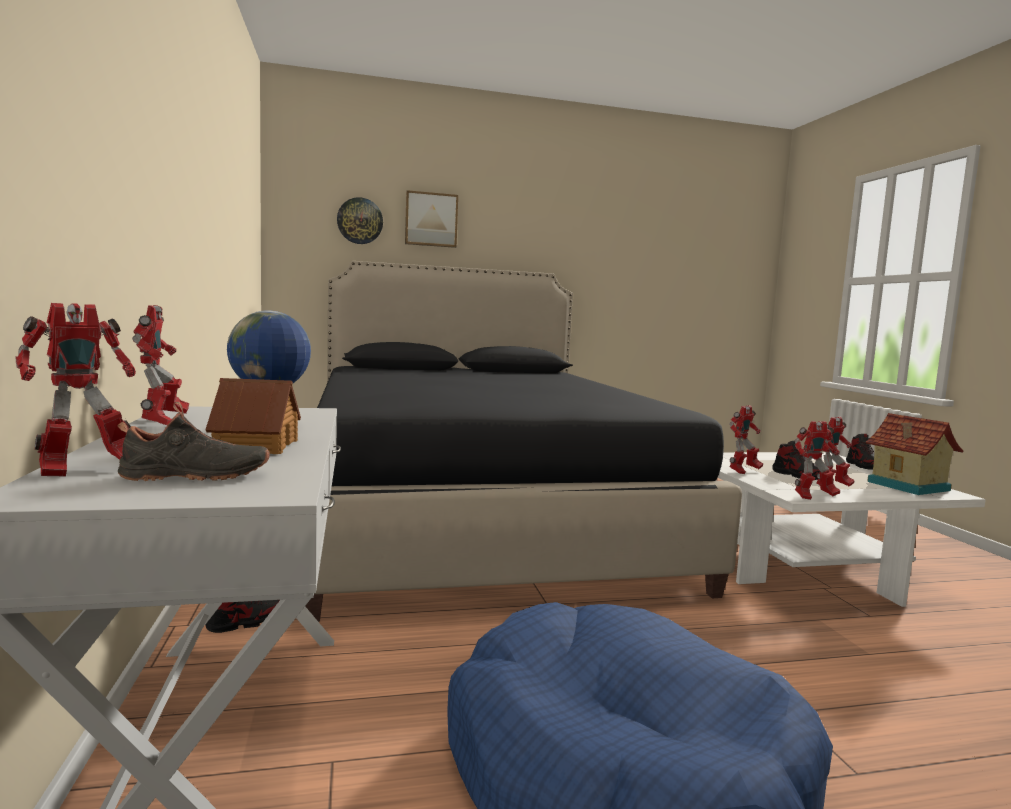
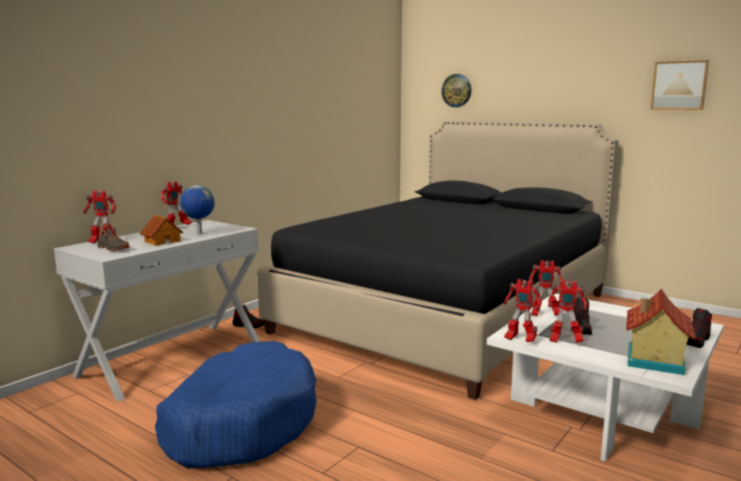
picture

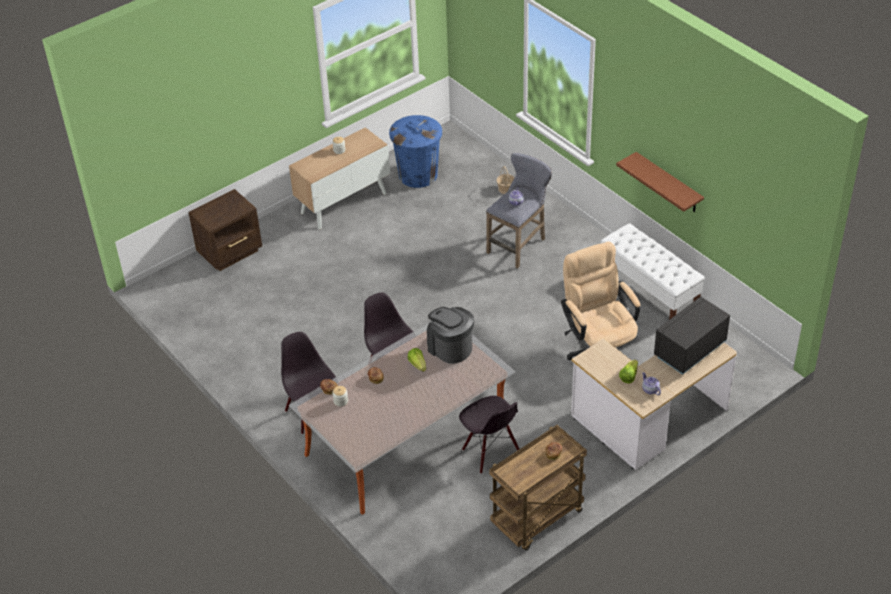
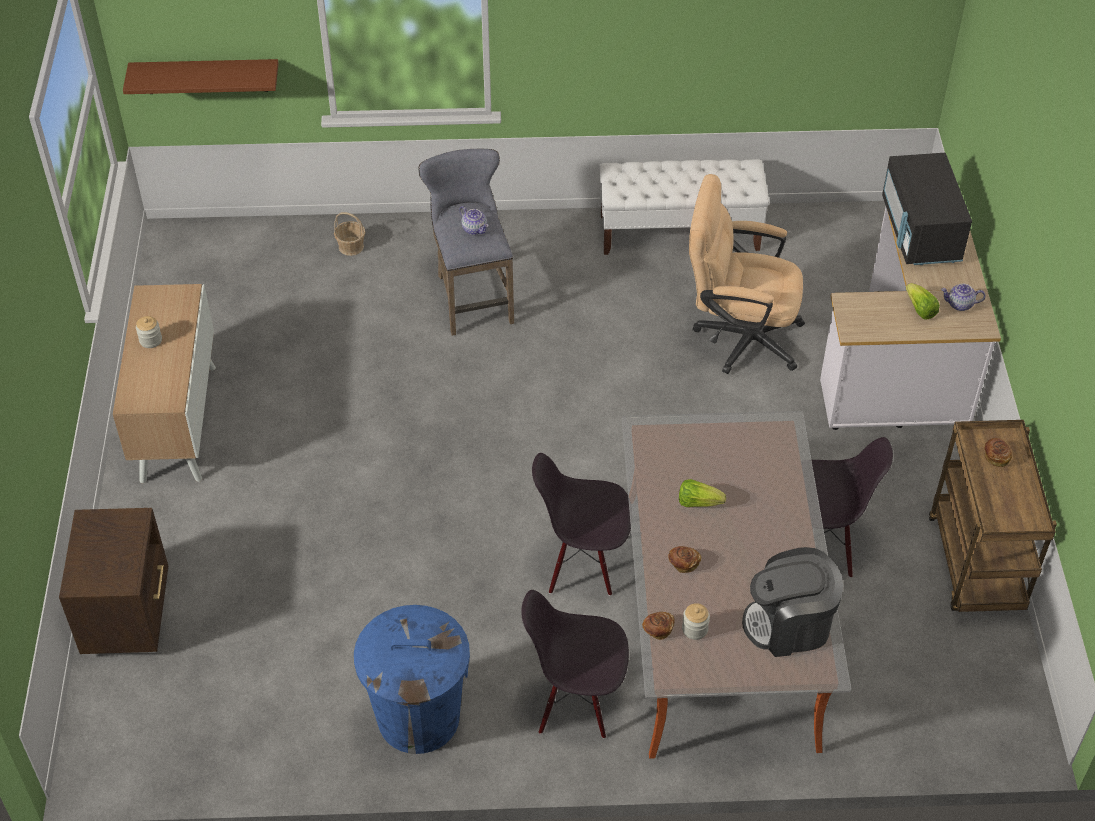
trash can/bluish; coffee maker; wall shelf/brown

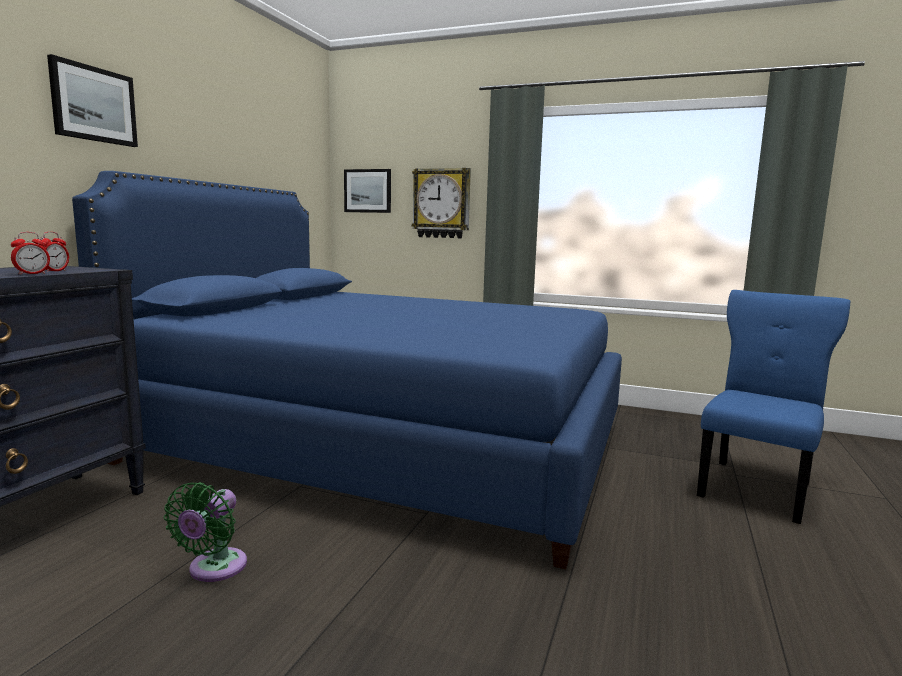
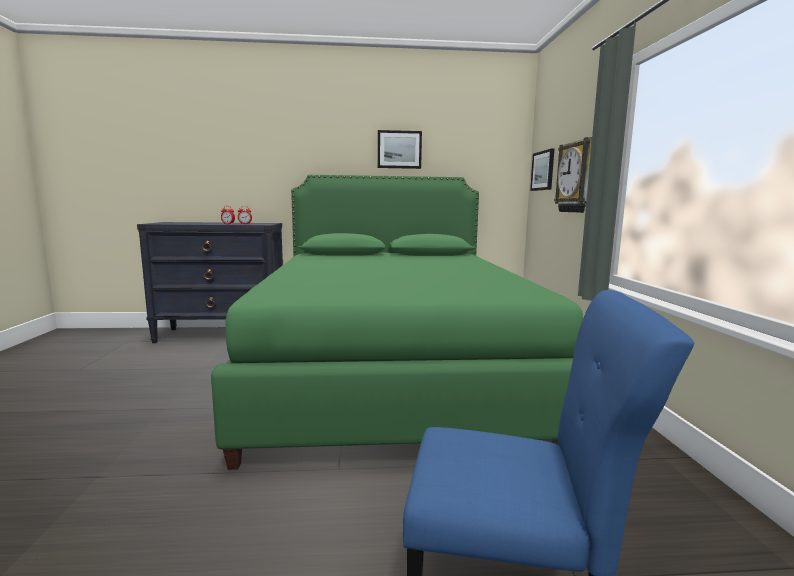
fan/green; picture (1st from left); sleeping bed/green

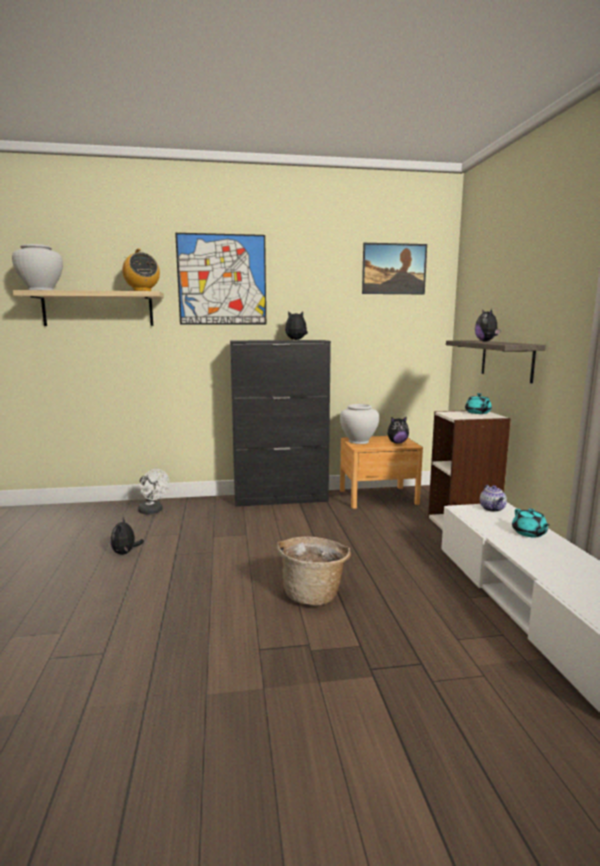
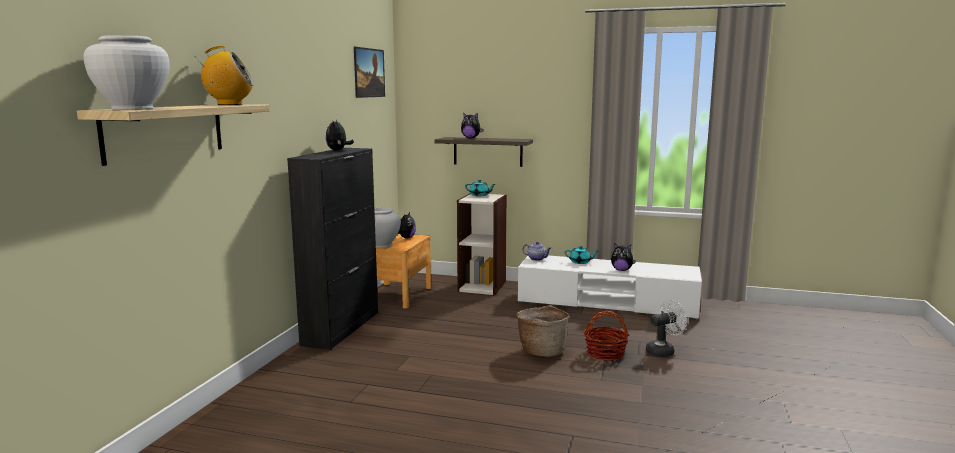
picture (1st from left in the first image); storage basket (2nd from left); soft toy (4th from left); fan/white

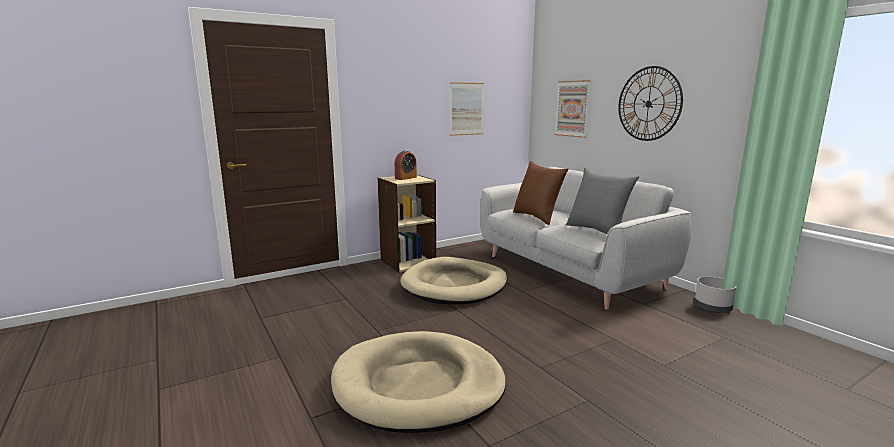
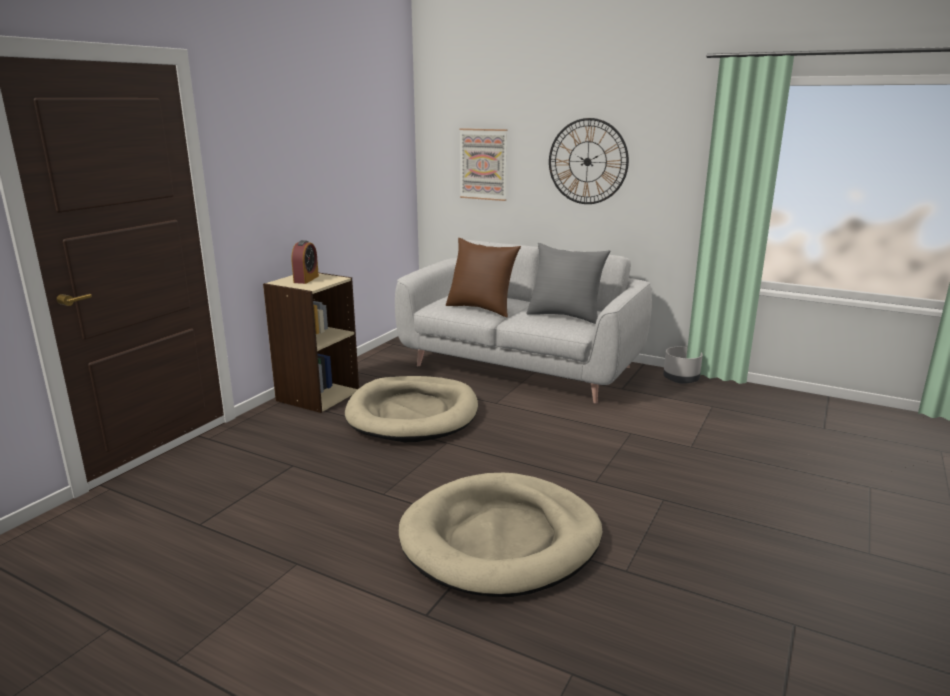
picture (1st from left in the first image)

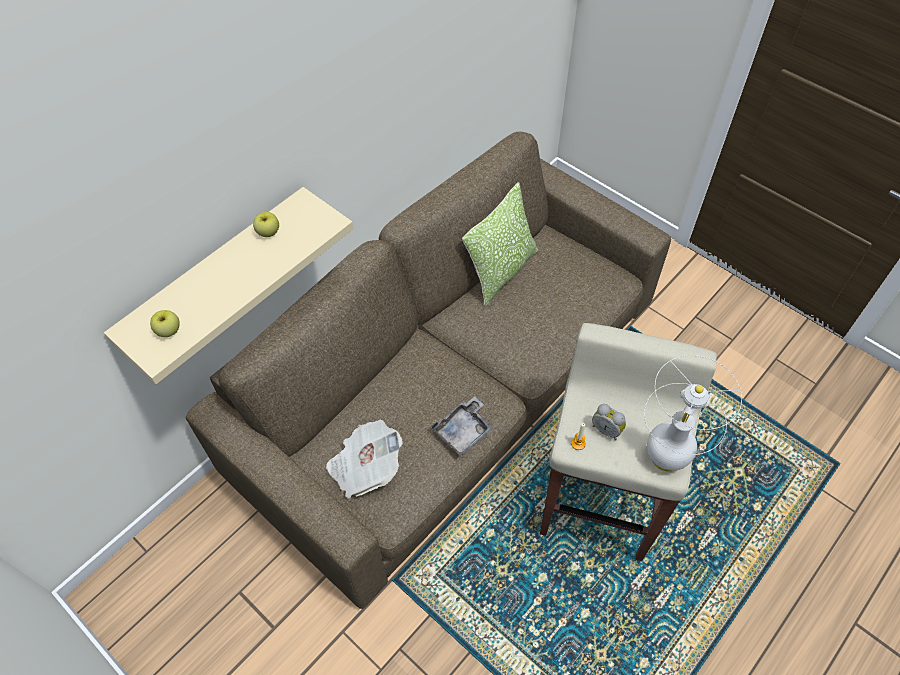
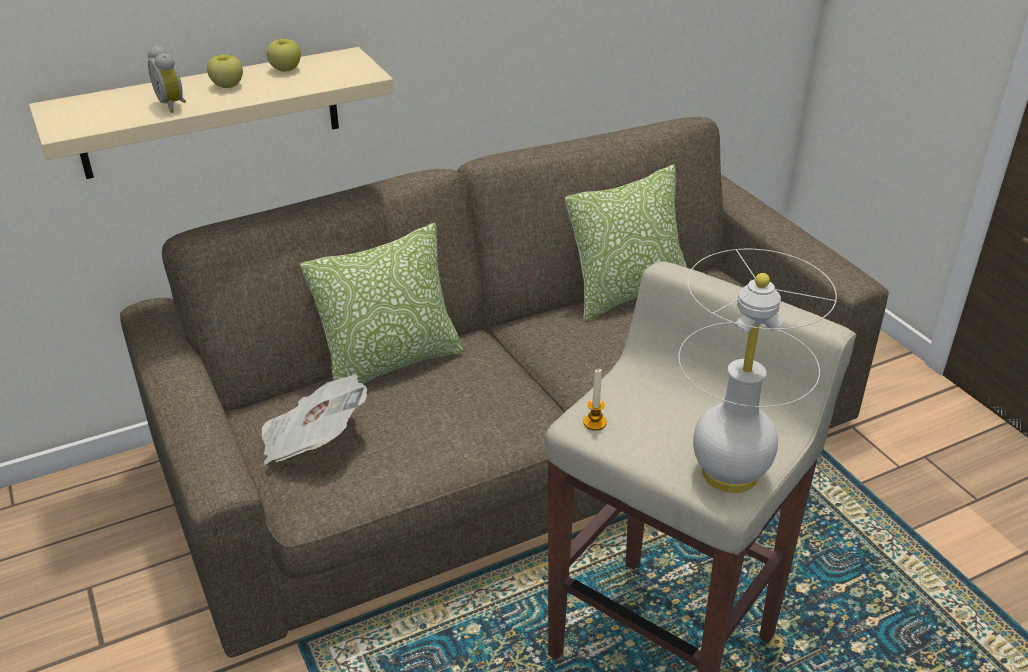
carrying tray/gray; throw pillow (1st from left); whole apple (1st from left); table clock

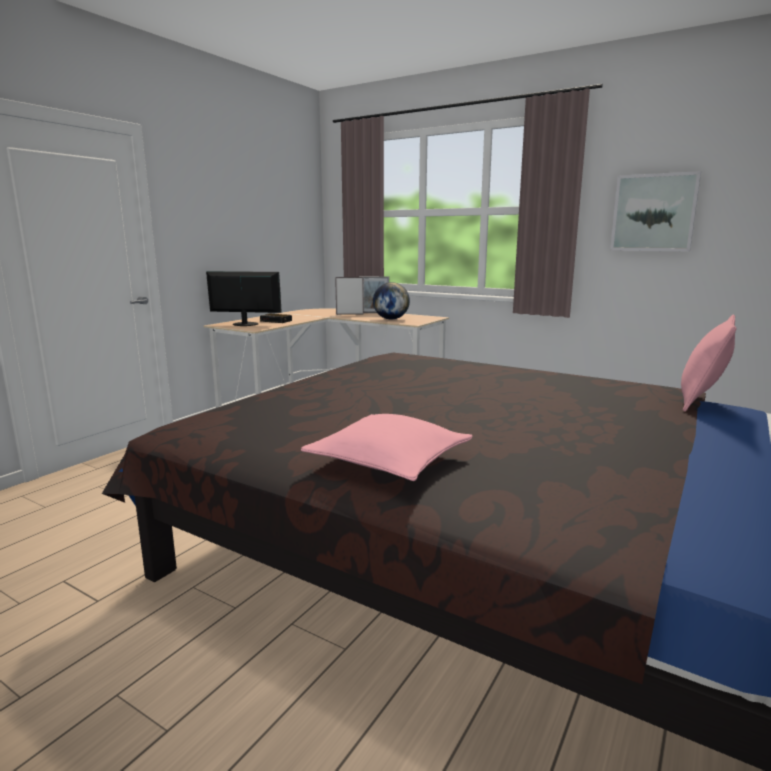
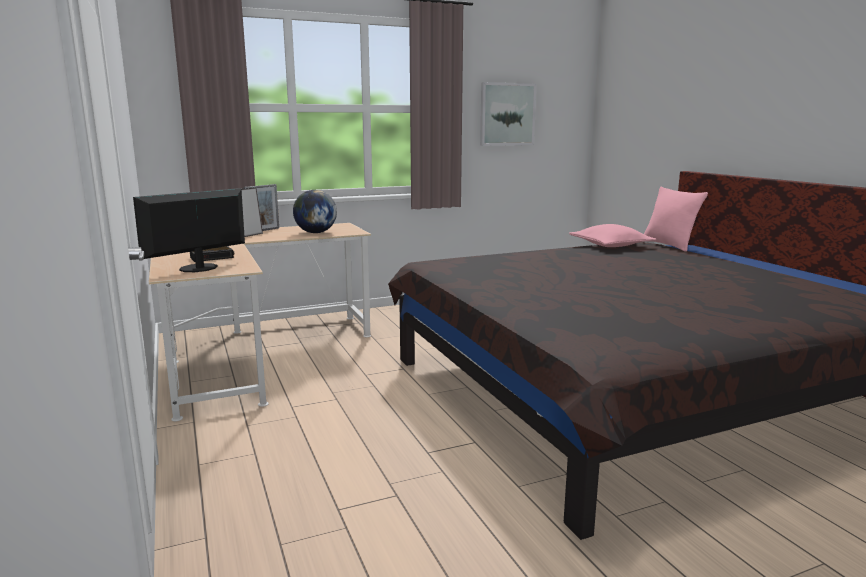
throw pillow/pinkish (1st from left)

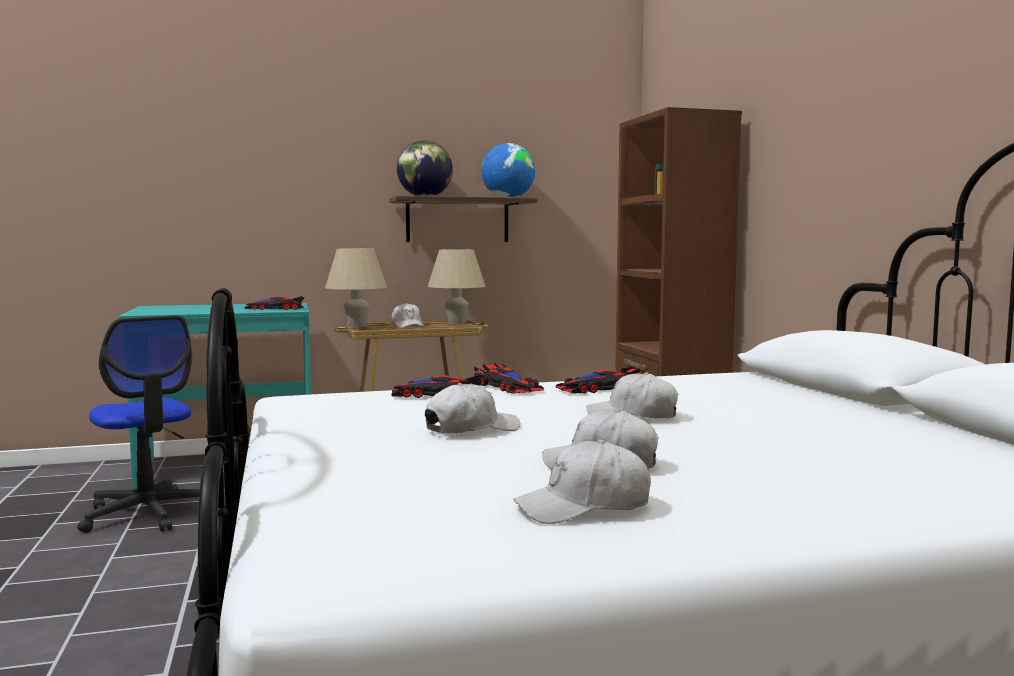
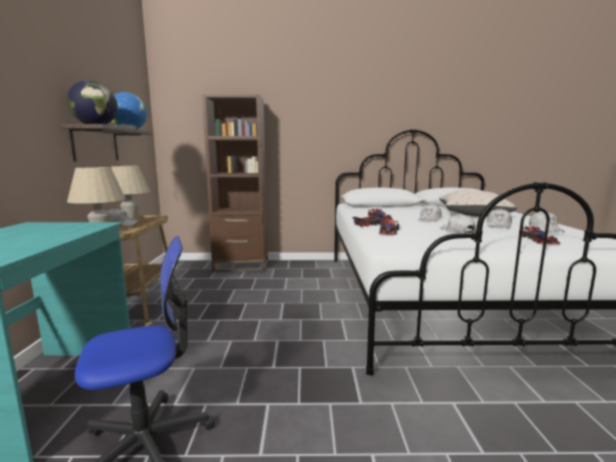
throw pillow/beige; model car (4th from left)

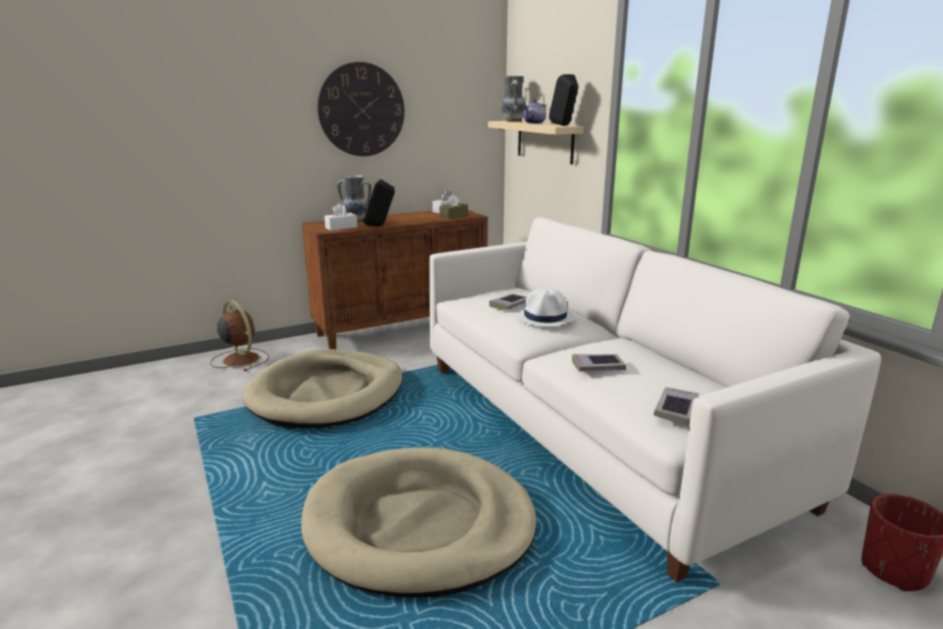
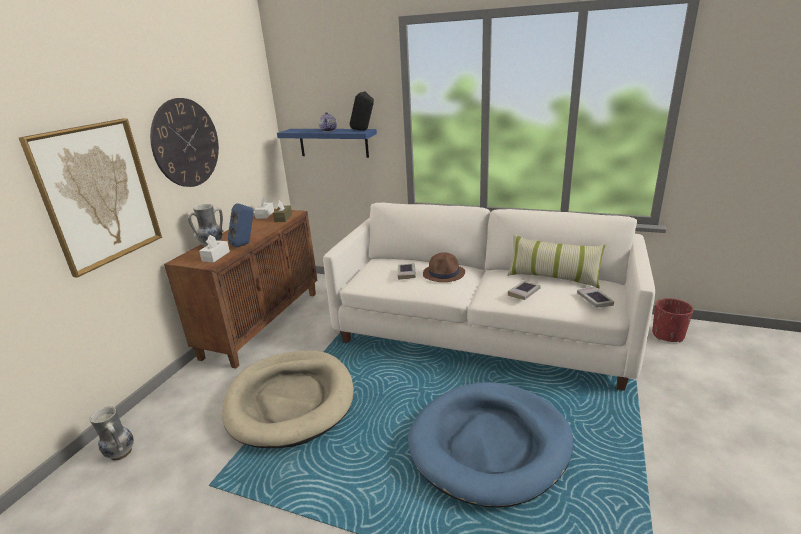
fan/brown; picture; throw pillow; flower vase (1st from left); dog cushion/bluish; audio speaker/bluish; wall shelf/bluish; wearable hat/brown

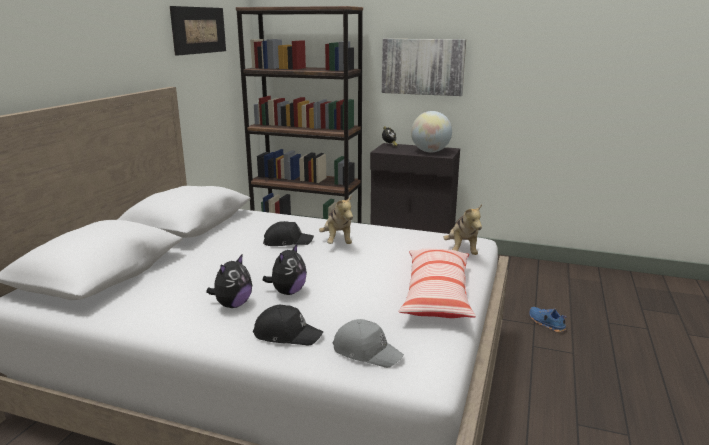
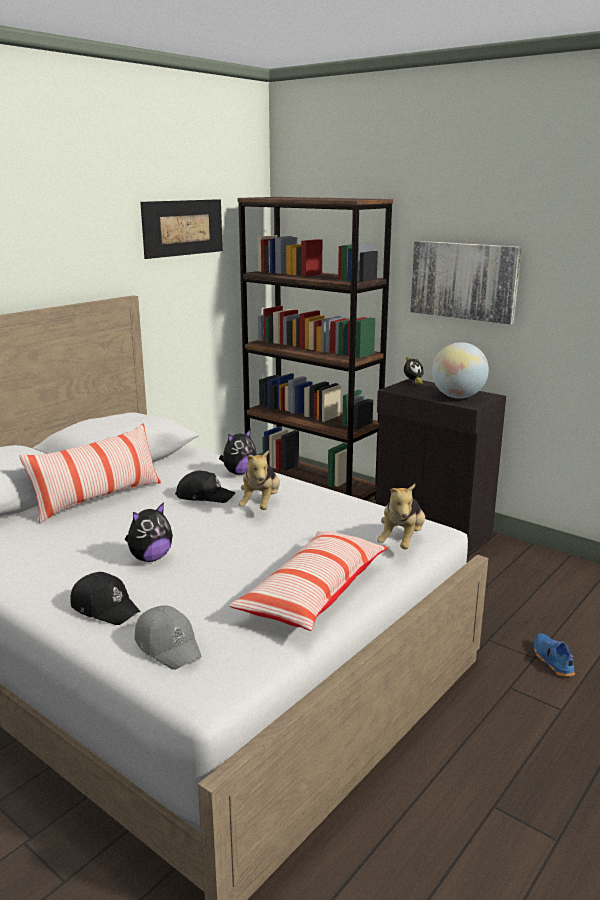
throw pillow (1st from left); soft toy (2nd from left)

